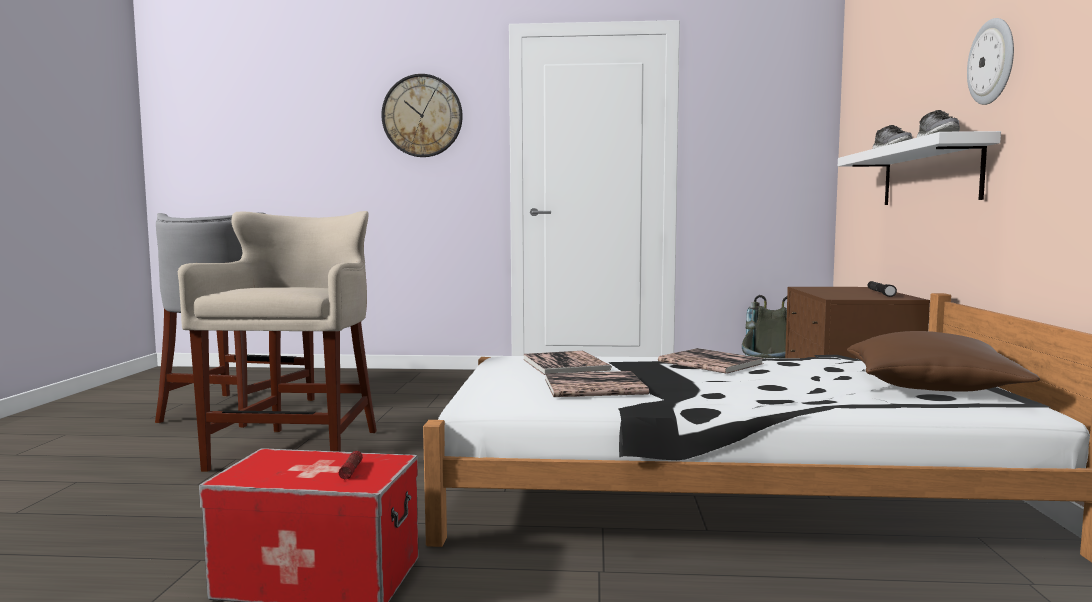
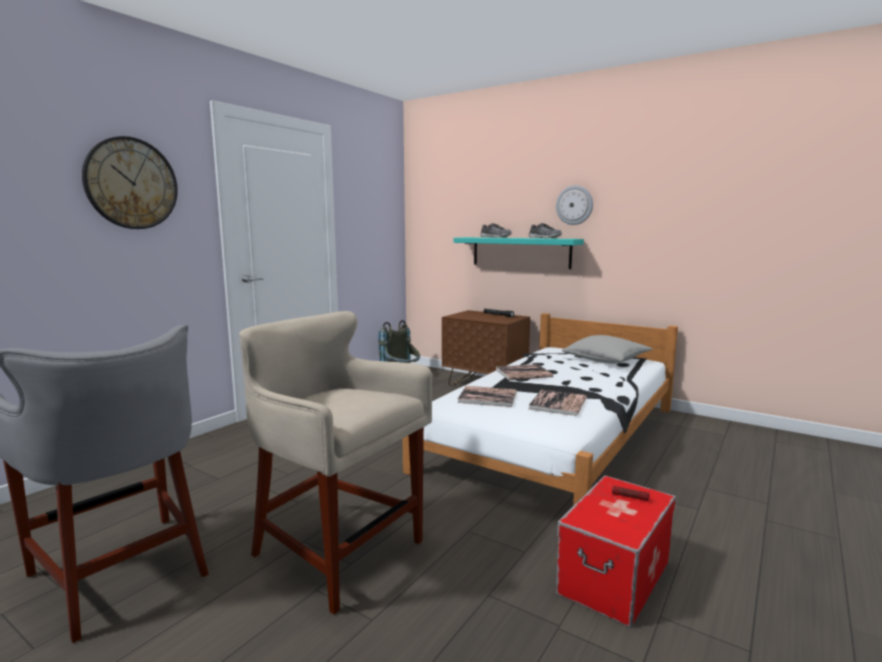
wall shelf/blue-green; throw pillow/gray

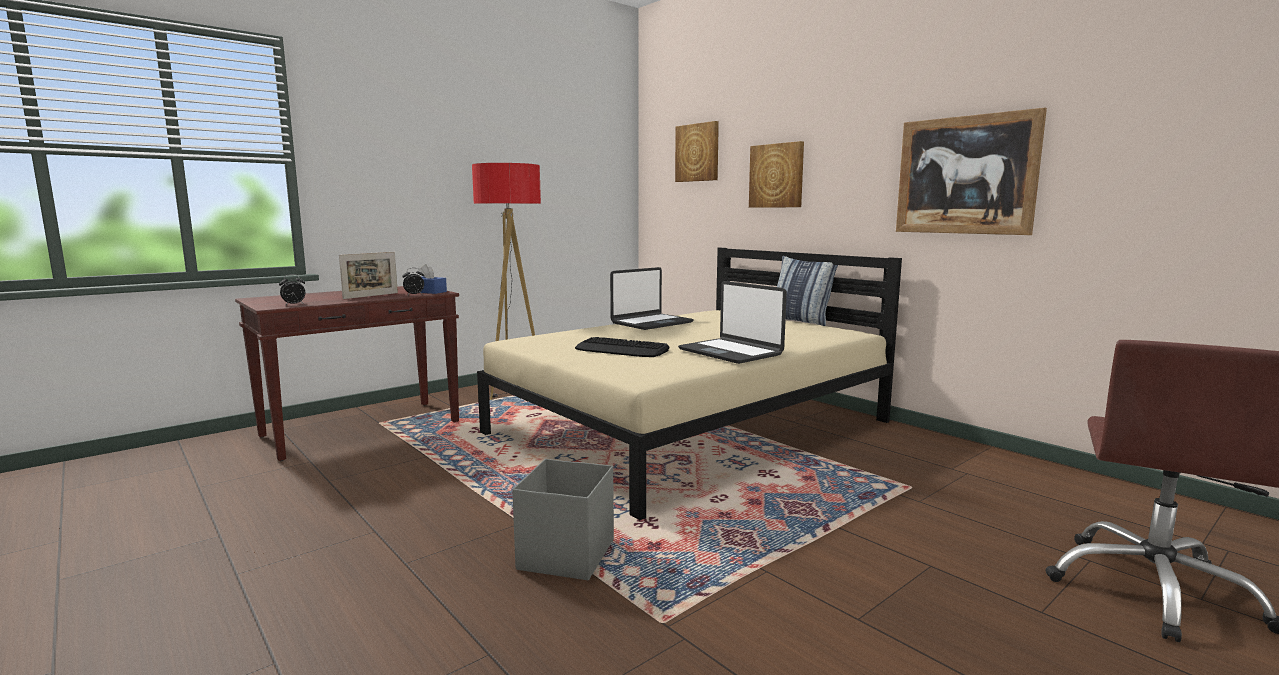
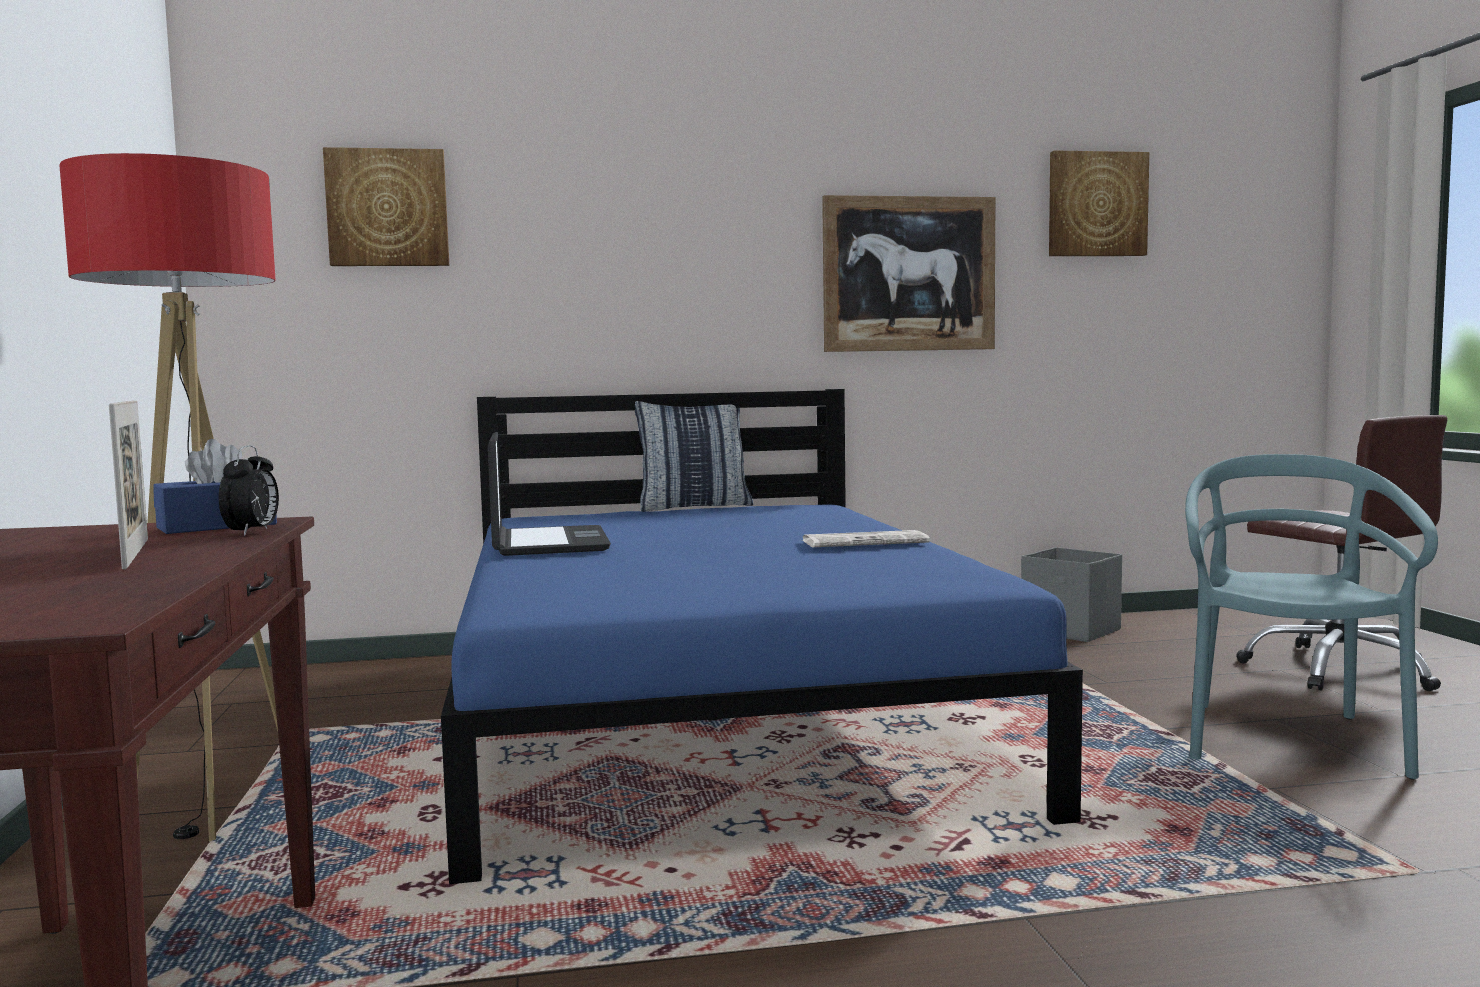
table clock (1st from left in the first image); PC keyboard; upright chair/blue-green; storage container/gray; picture (3rd from left); daily paper; sleeping bed/bluish

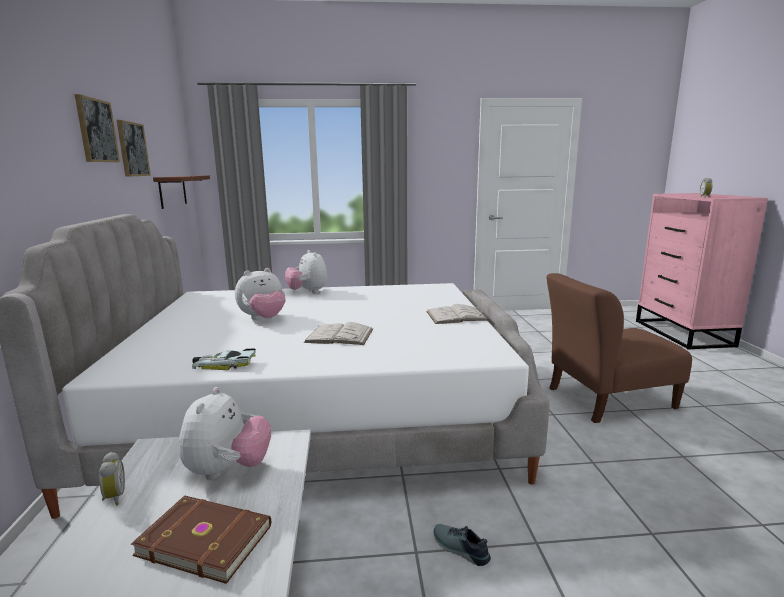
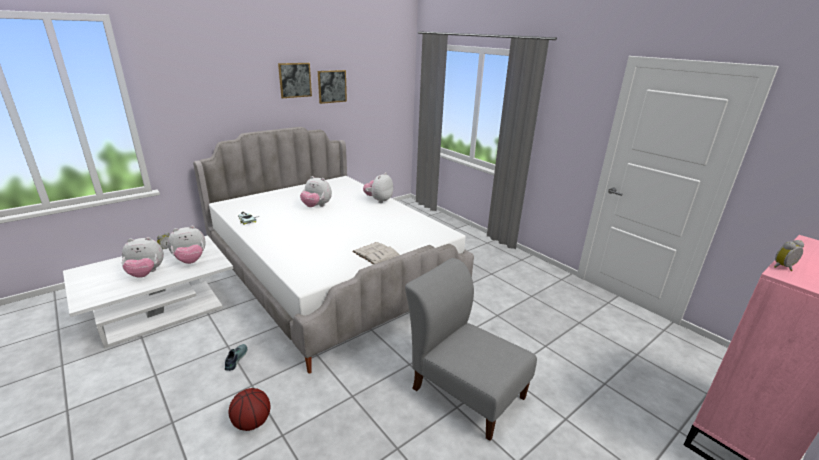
wall shelf/brown; book/white (1st from left in the first image); ball for basketball; soft toy (1st from left); upright chair/gray

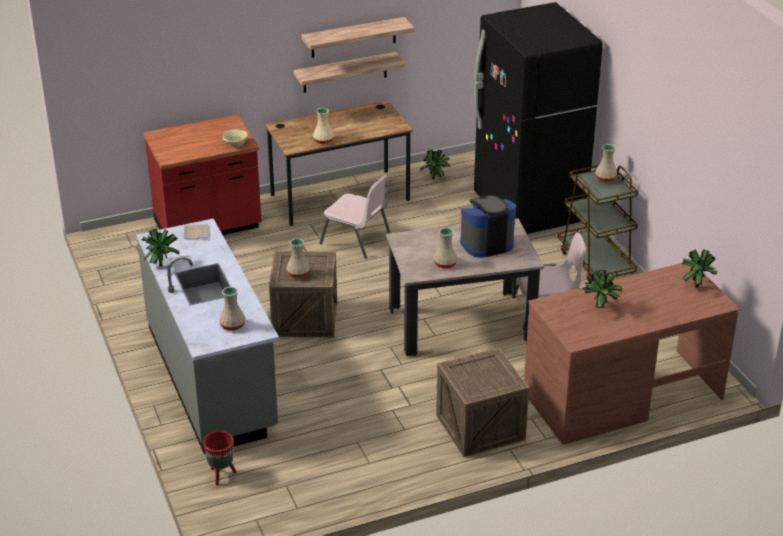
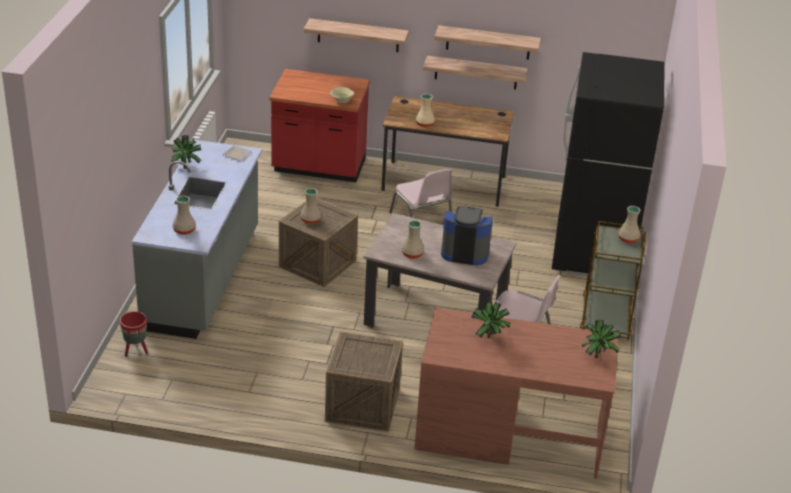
potted plant (2nd from left in the first image); wall shelf (1st from left)

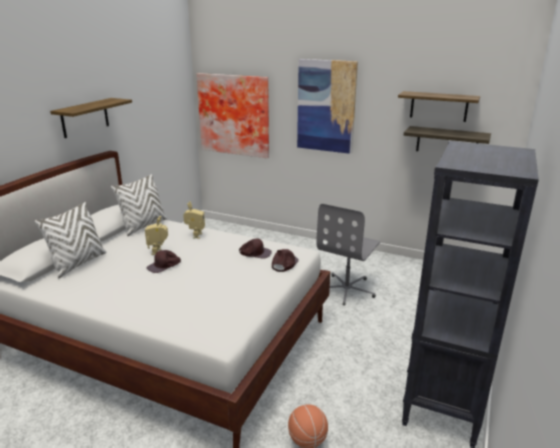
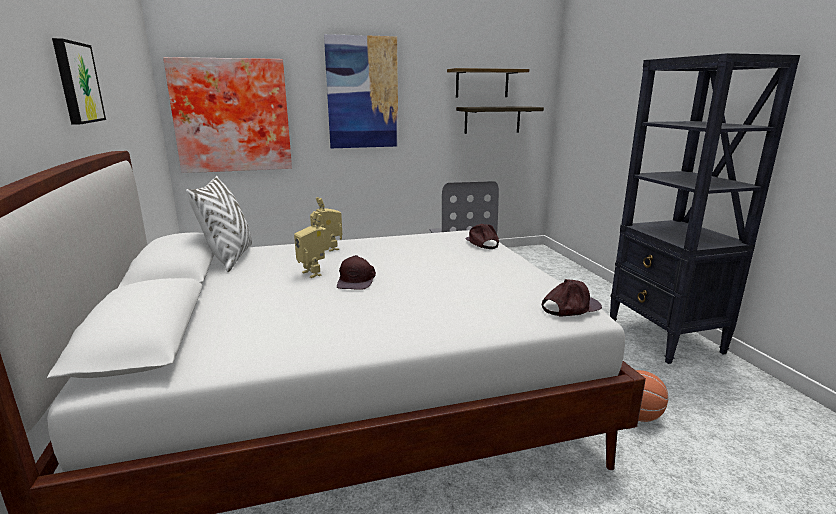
throw pillow/white (1st from left in the first image); baseball cap/brown (3rd from left); picture (1st from left)

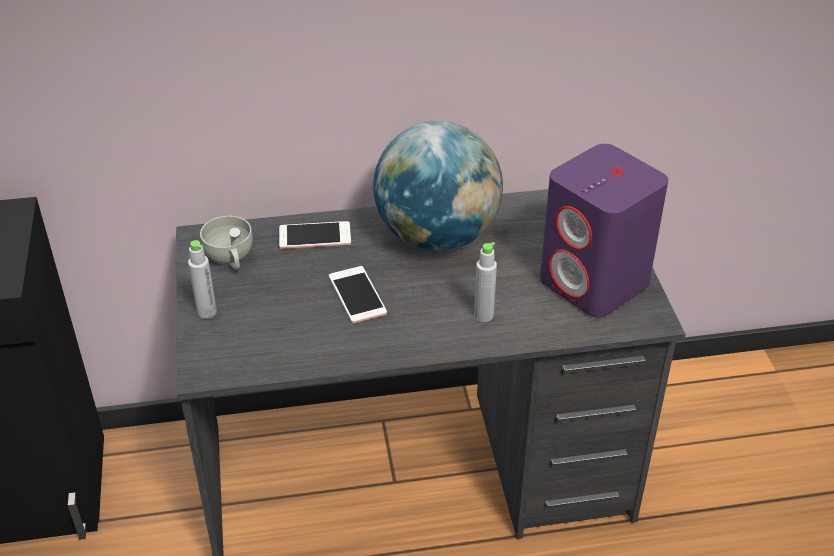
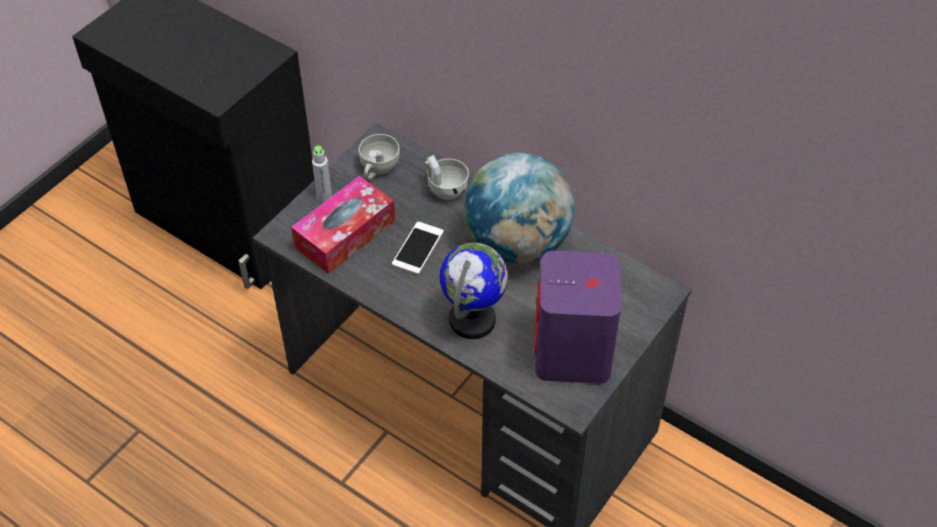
tissue box; drinking cup/white (2nd from left); world globe (1st from left)

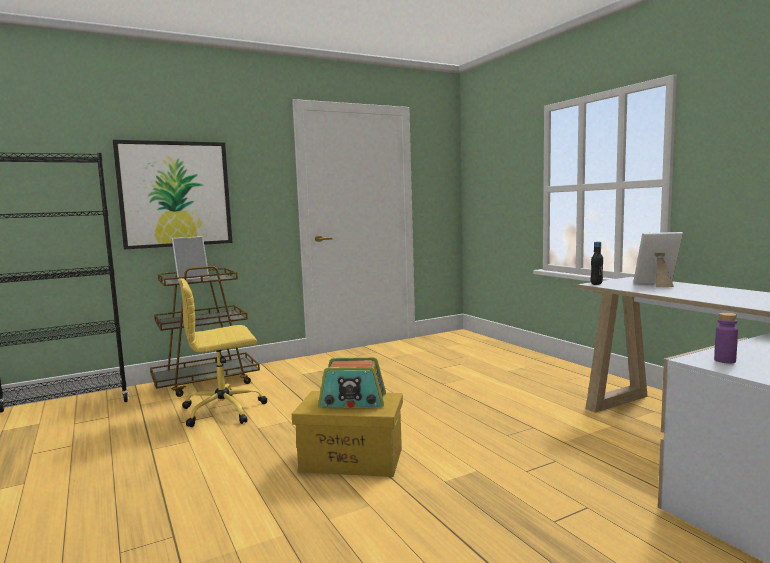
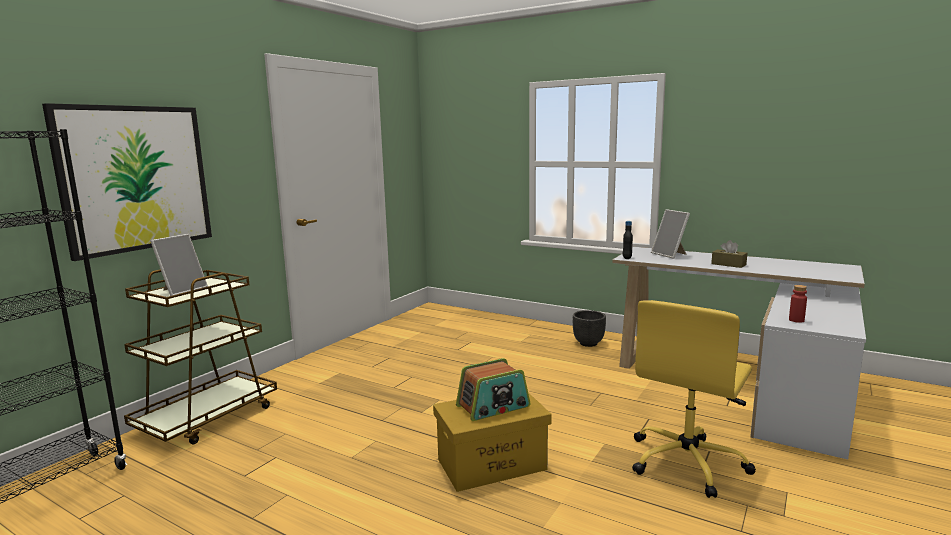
plant pot/blackish; tissue box/brown; desk chair/yellow-coloured; drink bottle/red-coloured; picture frame (2nd from left)

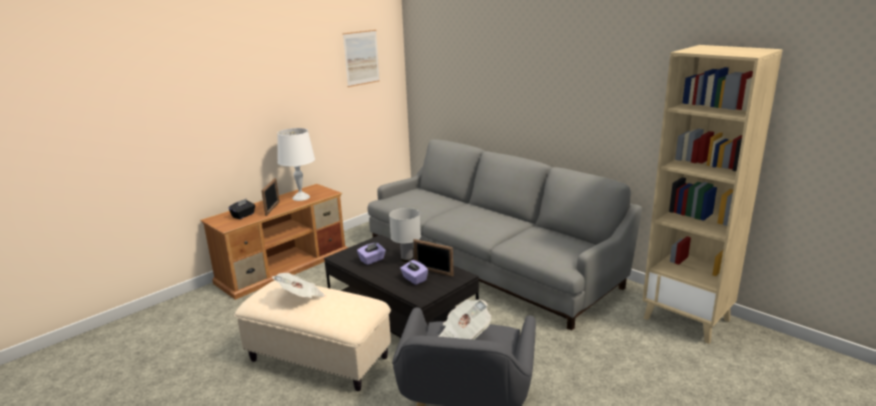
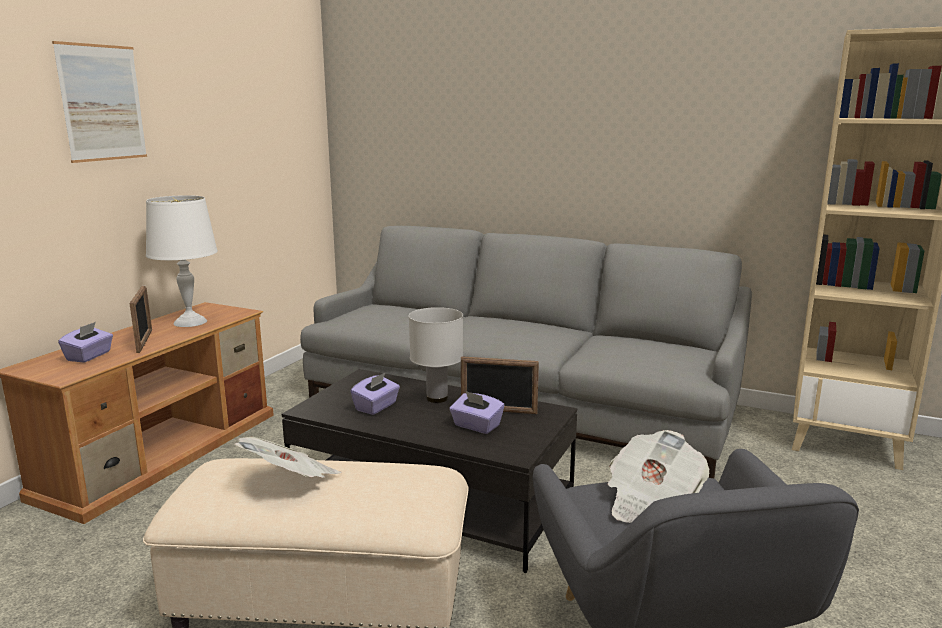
picture; tissue box/purplish (1st from left)

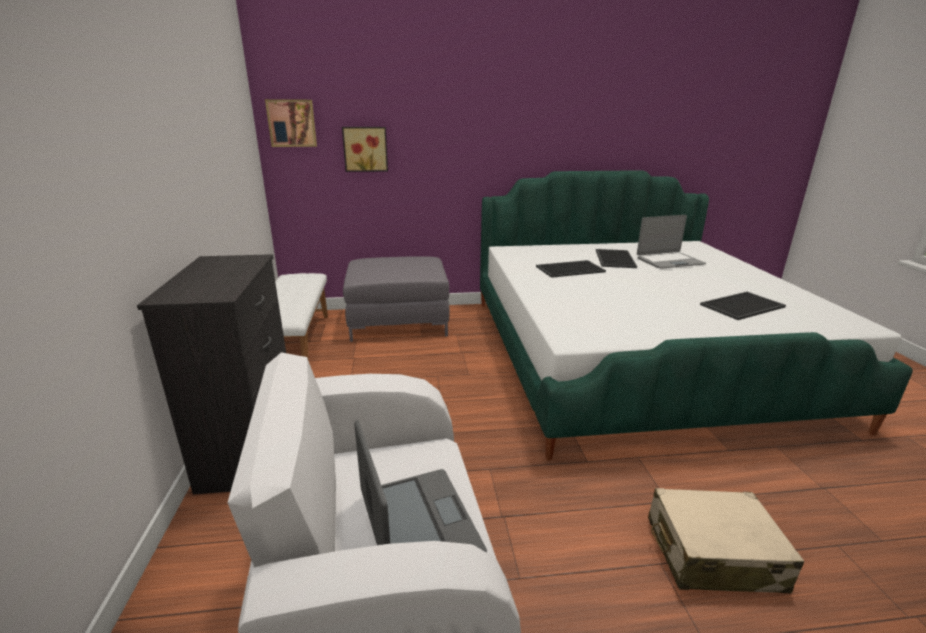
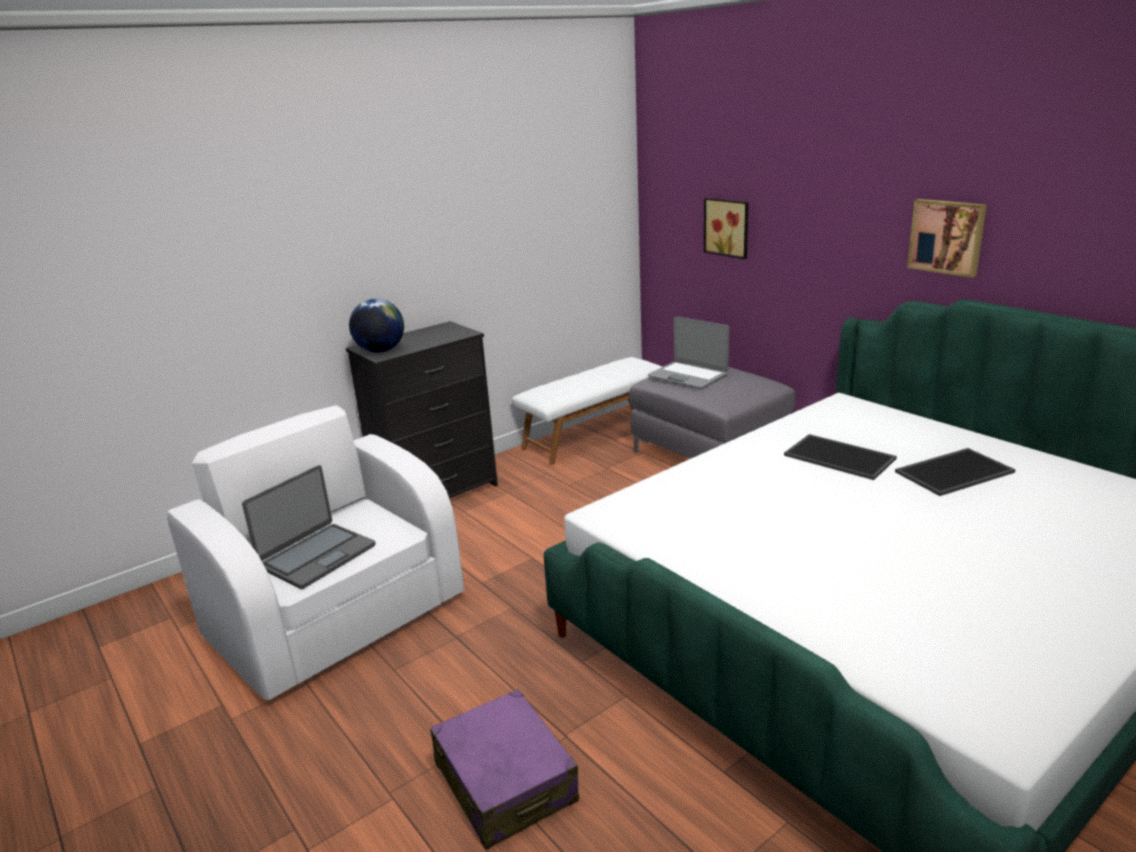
carrying tray (3rd from left in the first image); world globe; picture (2nd from left); portable computer (2nd from left); suitcase/purplish

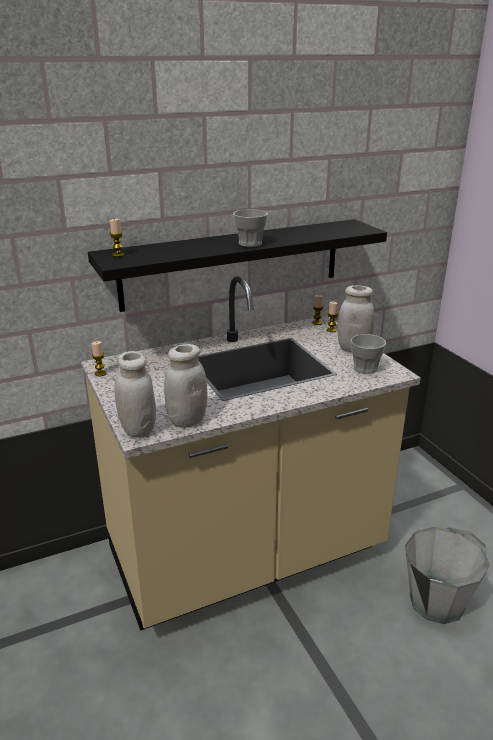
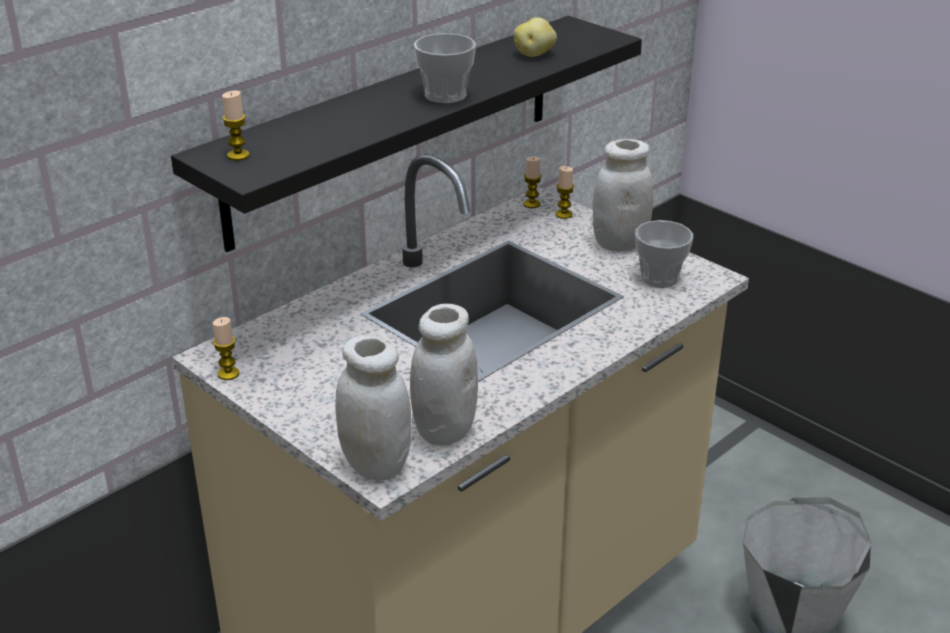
potato

